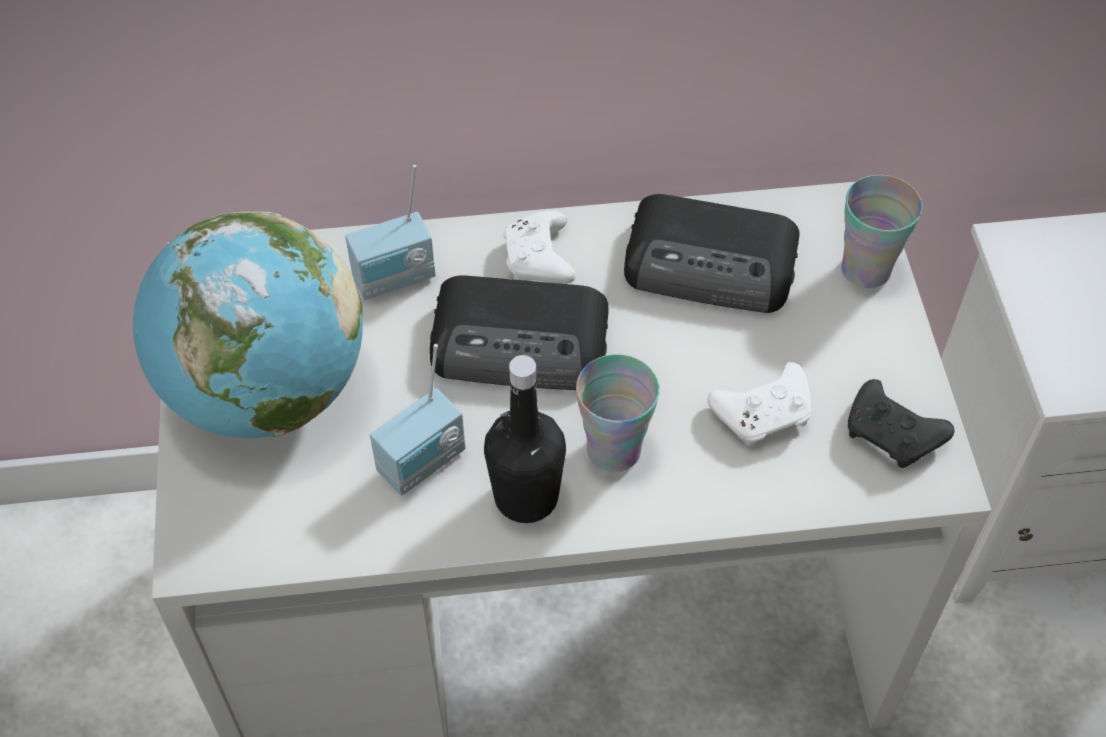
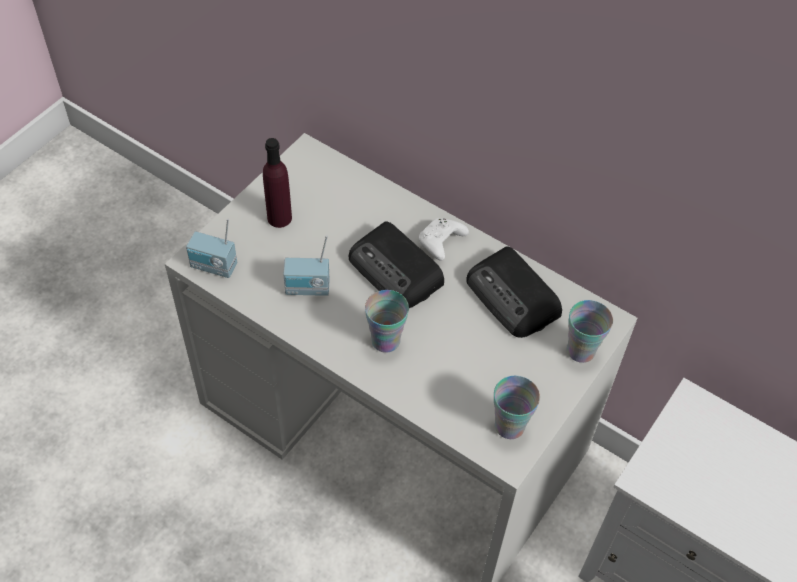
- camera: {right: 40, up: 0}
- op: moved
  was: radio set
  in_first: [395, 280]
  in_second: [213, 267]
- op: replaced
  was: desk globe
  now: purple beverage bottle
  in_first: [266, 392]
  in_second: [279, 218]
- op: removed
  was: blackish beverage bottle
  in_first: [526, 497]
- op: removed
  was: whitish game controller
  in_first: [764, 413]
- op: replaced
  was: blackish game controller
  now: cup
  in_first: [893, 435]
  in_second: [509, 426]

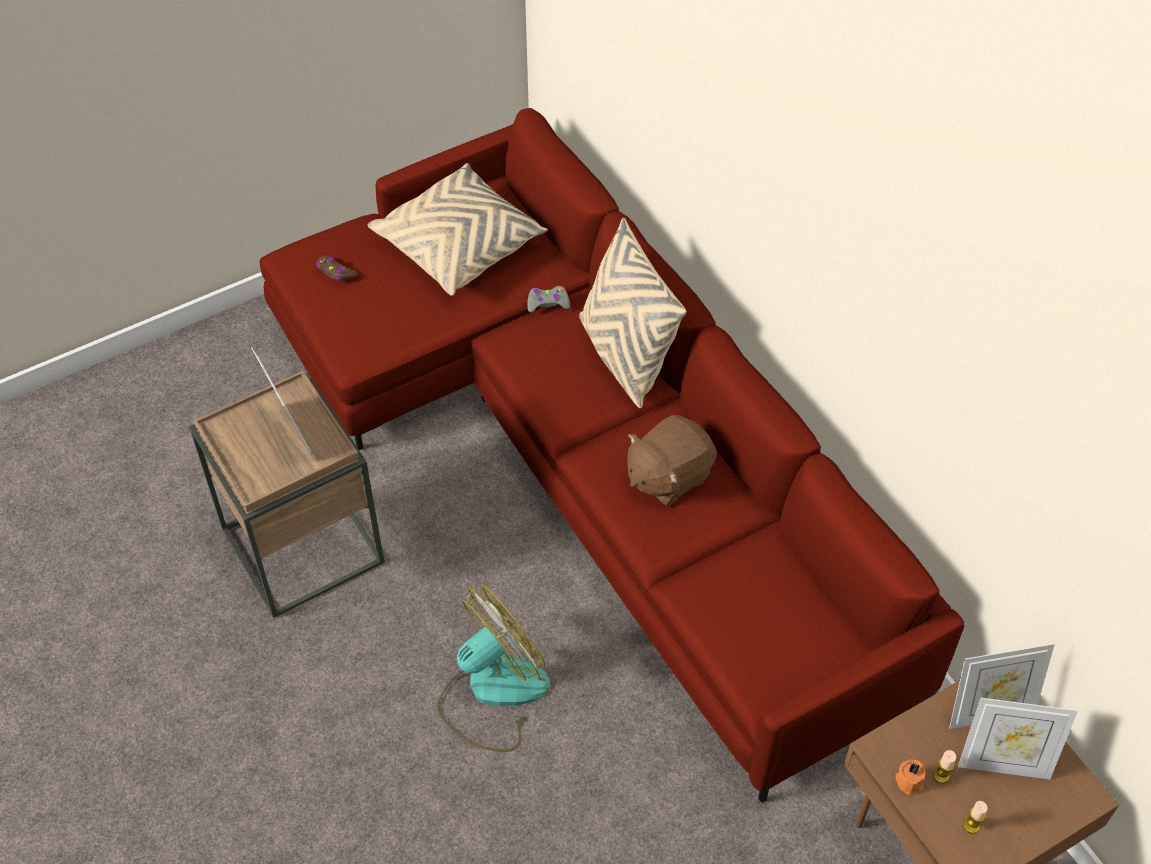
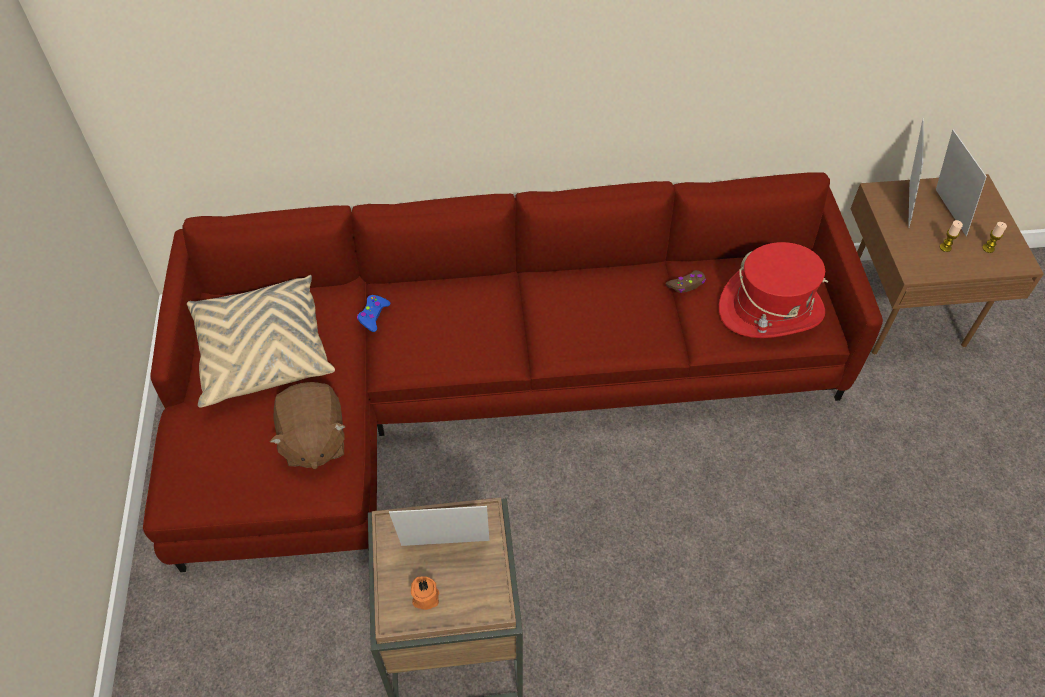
- camera: {right: -65, up: 0}
- op: removed
  was: sand-coloured cushion
  in_first: [625, 356]
- op: moved
  was: brownish game controller
  in_first: [336, 272]
  in_second: [686, 285]
- op: recoloured
  was: grey game controller
  now: blue game controller
  in_first: [547, 303]
  in_second: [373, 315]
- op: moved
  was: brownish cuddly toy
  in_first: [668, 475]
  in_second: [313, 440]
- op: removed
  was: electric fan
  in_first: [492, 692]
- op: turned
  was: photo frame
  in_first: [1003, 764]
  in_second: [944, 213]
  clockwise: -45
- op: moved
  was: orangey wax candle
  in_first: [909, 780]
  in_second: [425, 596]
- op: added
  now: reddish hat
  in_second: [770, 310]

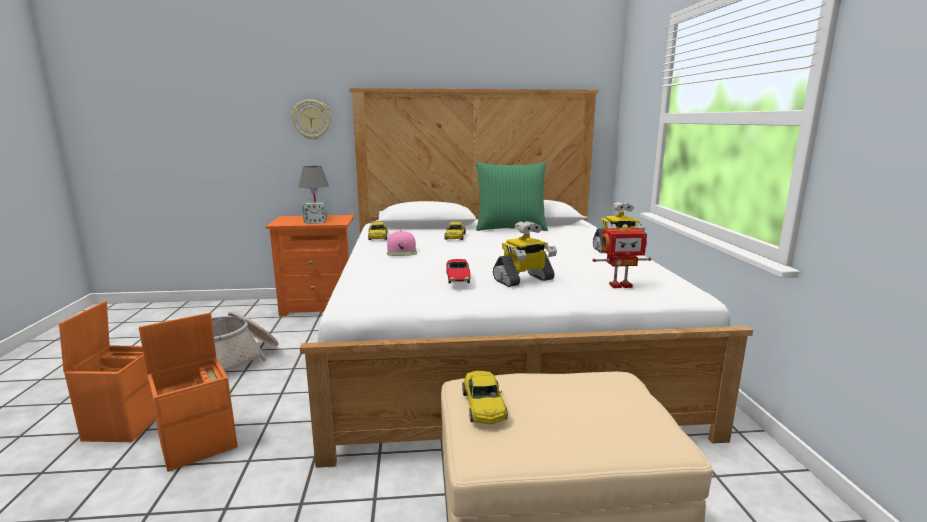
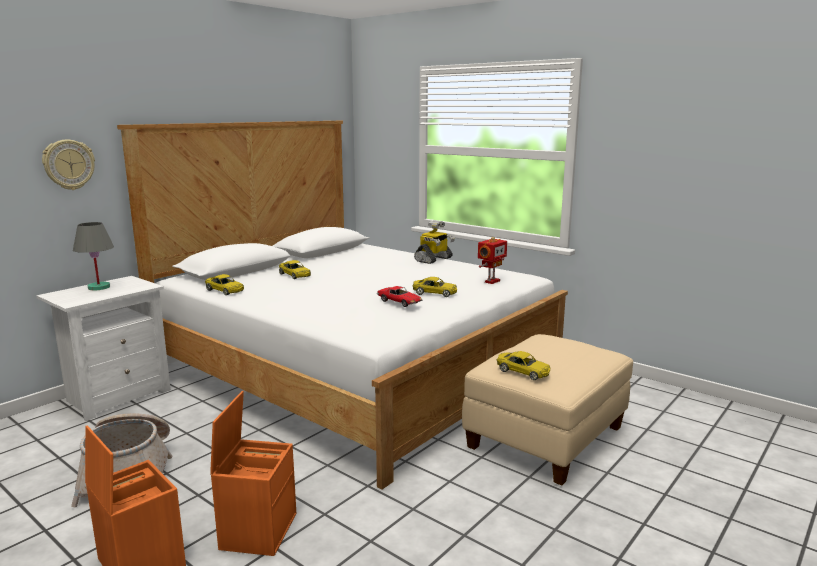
- camera: {right: -45, up: 0}
- op: removed
  was: green cushion
  in_first: [510, 228]
- op: removed
  was: bedside clock
  in_first: [315, 222]
- op: recoloured
  was: orangey bedside table
  now: whitish bedside table
  in_first: [320, 306]
  in_second: [116, 396]
- op: replaced
  was: robot figure
  now: yellow miniature car
  in_first: [523, 280]
  in_second: [434, 293]
- op: removed
  was: pink peaked cap
  in_first: [402, 251]

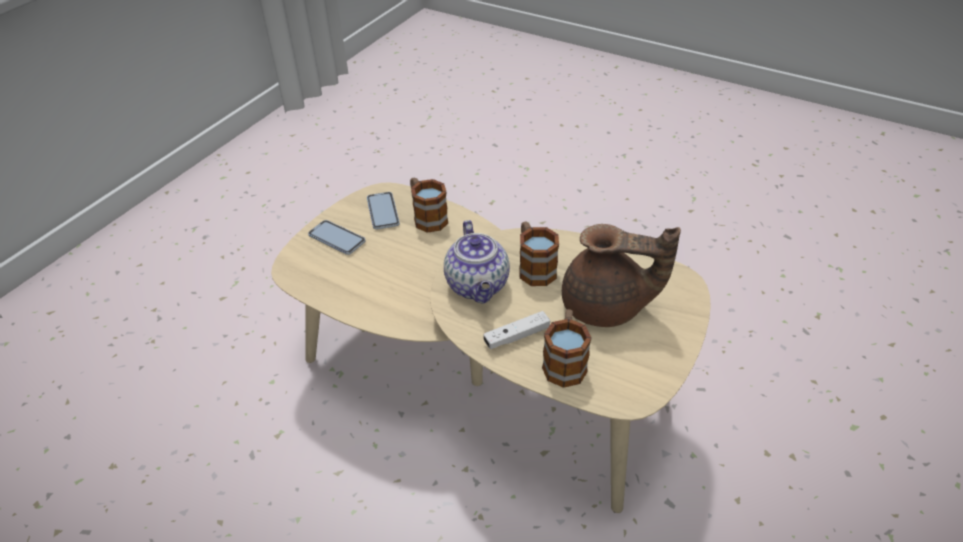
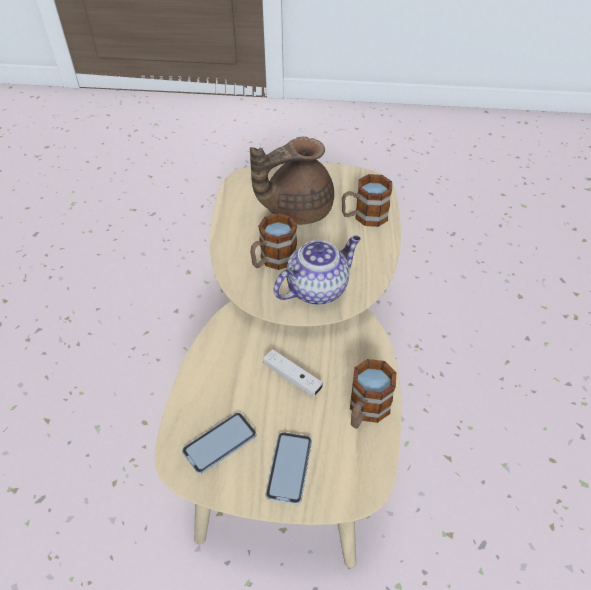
- camera: {right: -115, up: 5}
- op: moved
  was: coffee mug
  in_first: [427, 217]
  in_second: [366, 411]
- op: turned
  was: brownish teapot
  in_first: [606, 307]
  in_second: [296, 209]
  clockwise: -105
- op: moved
  was: whitish game controller
  in_first: [516, 336]
  in_second: [292, 377]

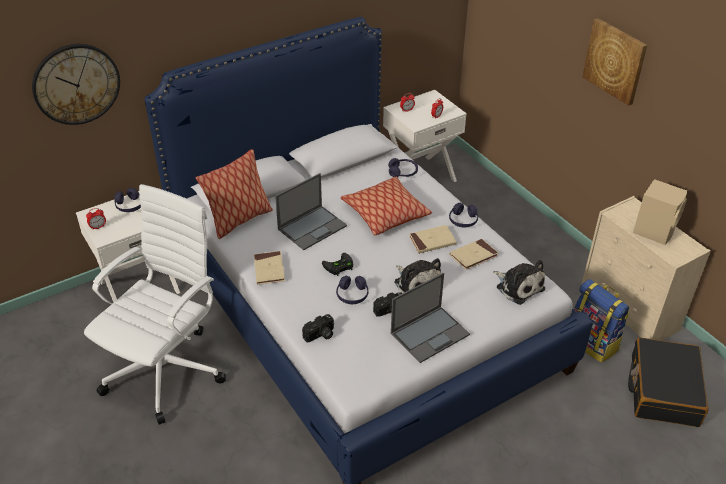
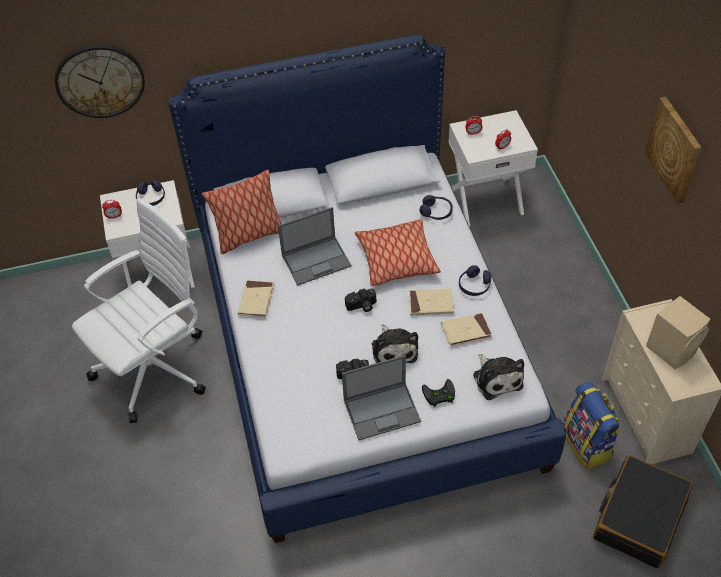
- camera: {right: 20, up: 10}
- op: moved
  was: blackish game controller
  in_first: [338, 266]
  in_second: [438, 395]
- op: removed
  was: purple headset
  in_first: [352, 295]
- op: moved
  was: photo camera
  in_first: [320, 335]
  in_second: [361, 306]

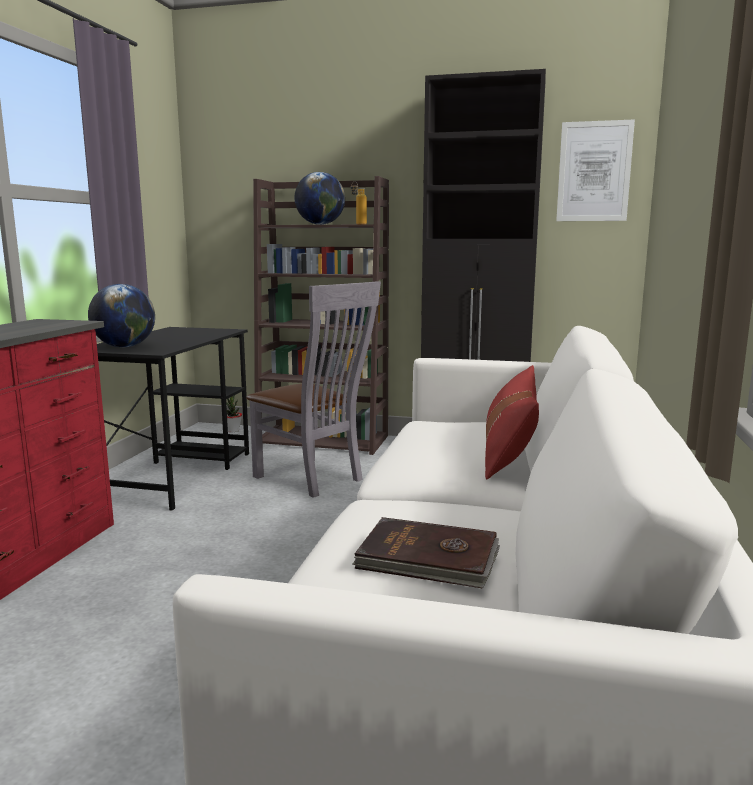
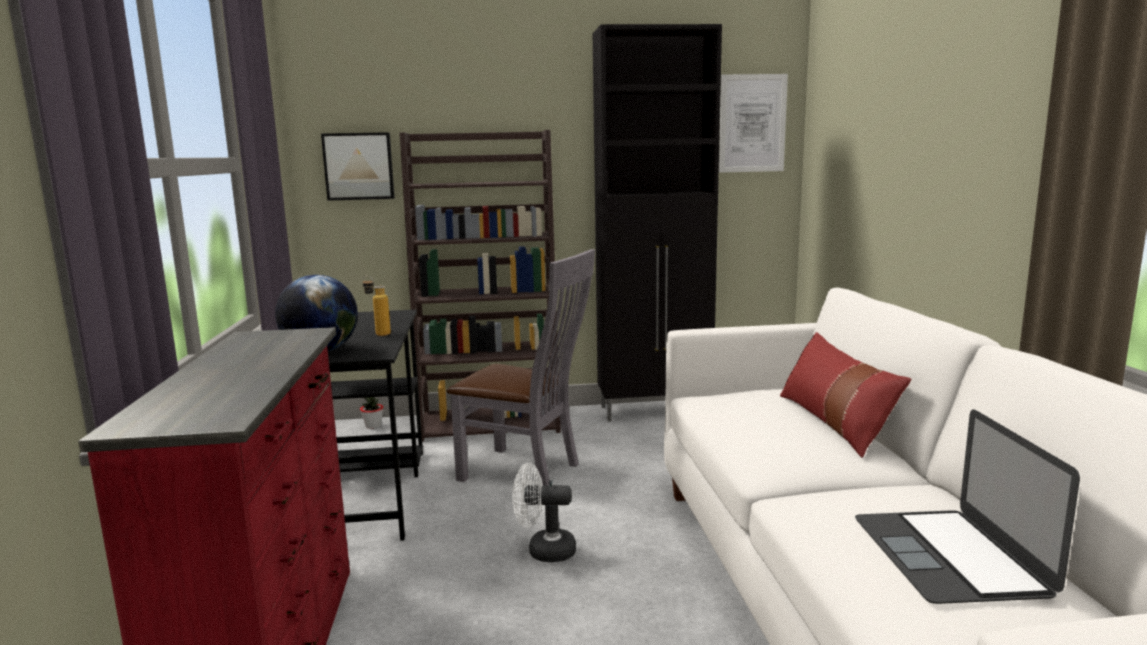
- camera: {right: -20, up: 0}
- op: removed
  was: desk globe
  in_first: [320, 224]
- op: moved
  was: beverage bottle
  in_first: [358, 224]
  in_second: [378, 334]
- op: replaced
  was: brownish bound book
  now: notebook computer
  in_first: [428, 559]
  in_second: [949, 555]
- op: added
  now: wall picture
  in_second: [359, 166]
- op: added
  now: whitish electric fan
  in_second: [544, 551]

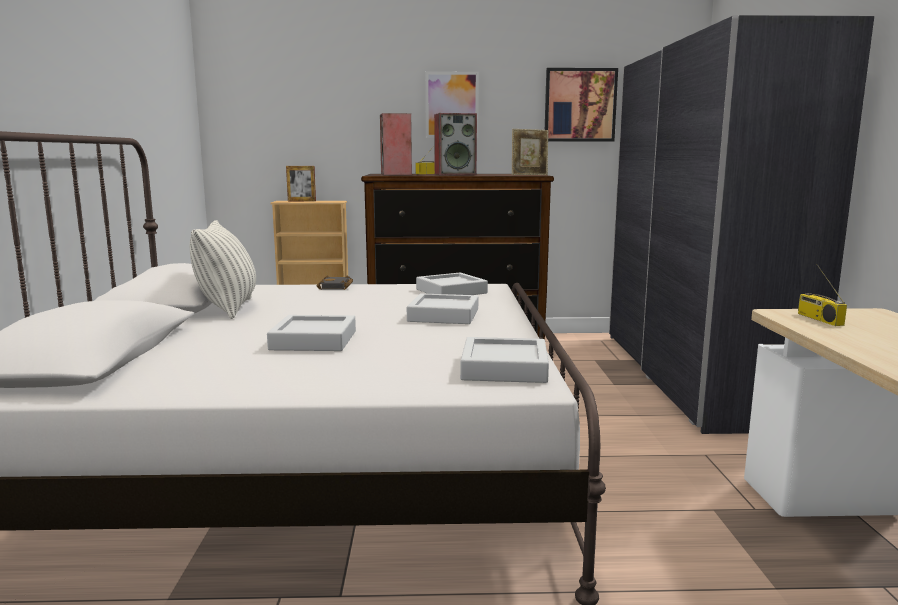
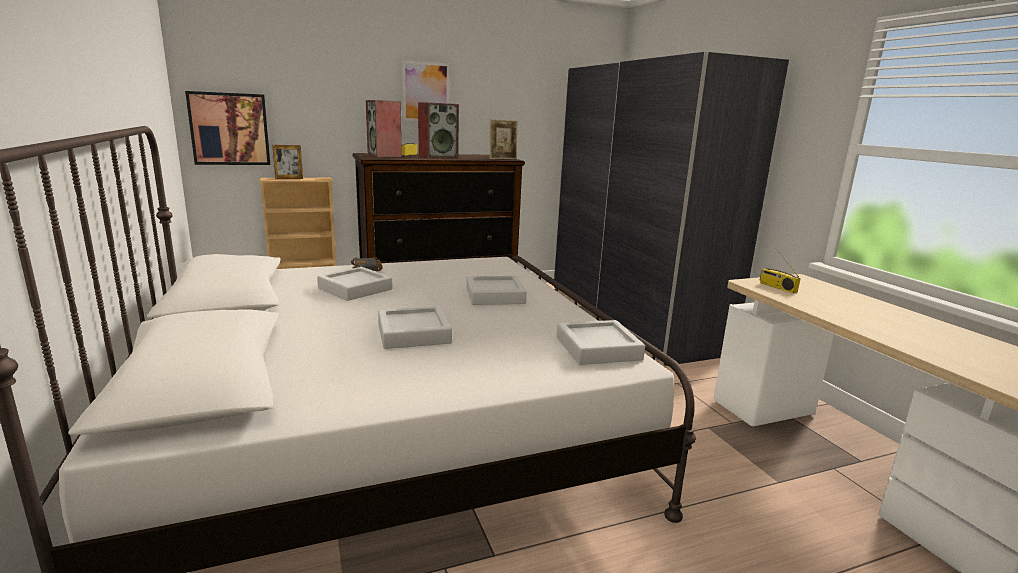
- camera: {right: -20, up: 5}
- op: moved
  was: wall picture
  in_first: [580, 105]
  in_second: [230, 129]
- op: removed
  was: cushion
  in_first: [228, 308]
- op: moved
  was: grey carrying tray
  in_first: [451, 291]
  in_second: [355, 289]

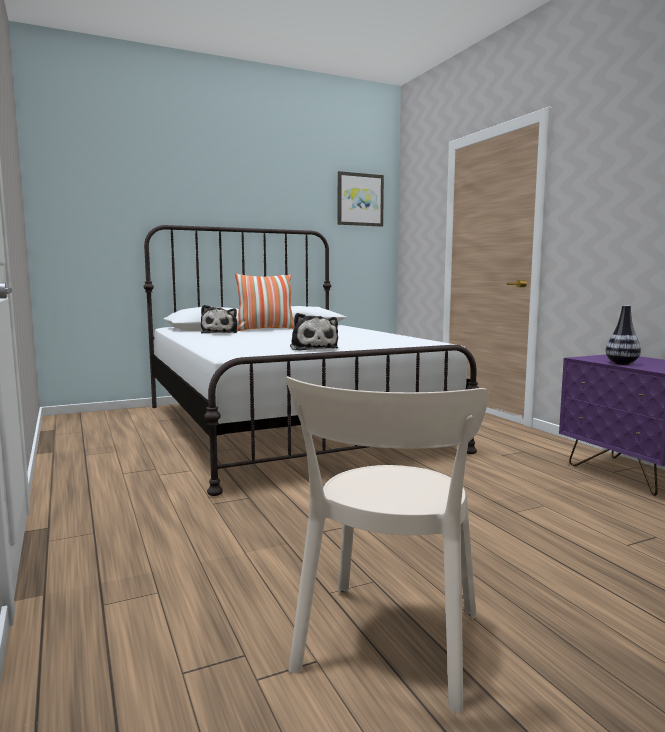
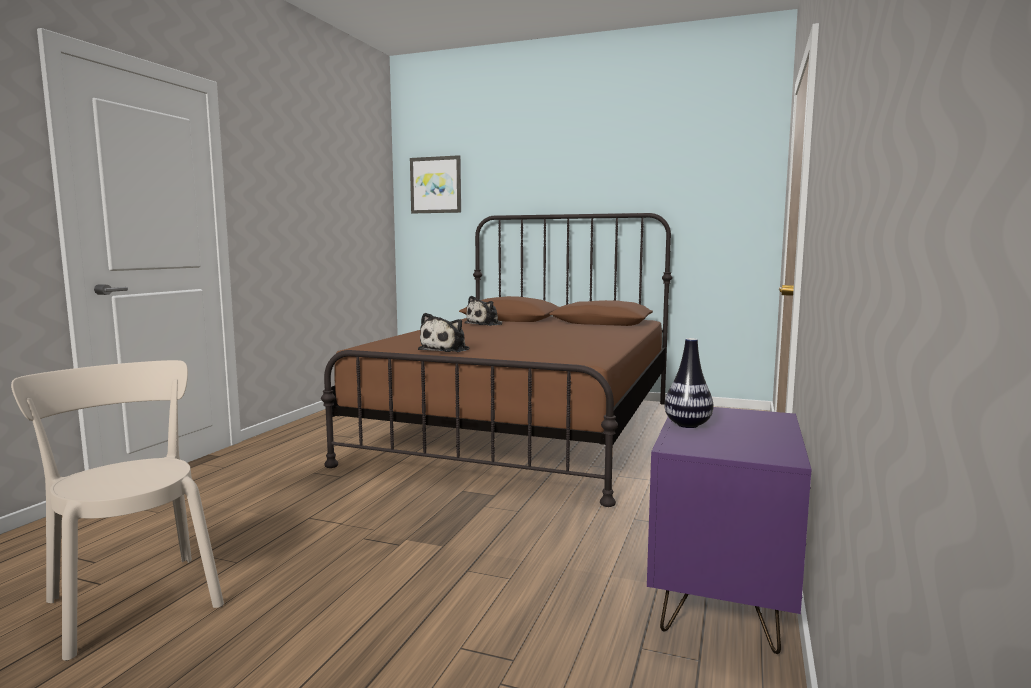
- camera: {right: 45, up: 0}
- op: moved
  was: wall picture
  in_first: [360, 199]
  in_second: [436, 185]
- op: recoloured
  was: whitish bedroom bed
  now: brownish bedroom bed
  in_first: [288, 427]
  in_second: [524, 430]
- op: removed
  was: cushion
  in_first: [265, 329]
- op: turned
  was: sand-coloured plain chair
  in_first: [387, 647]
  in_second: [133, 599]
  clockwise: 75

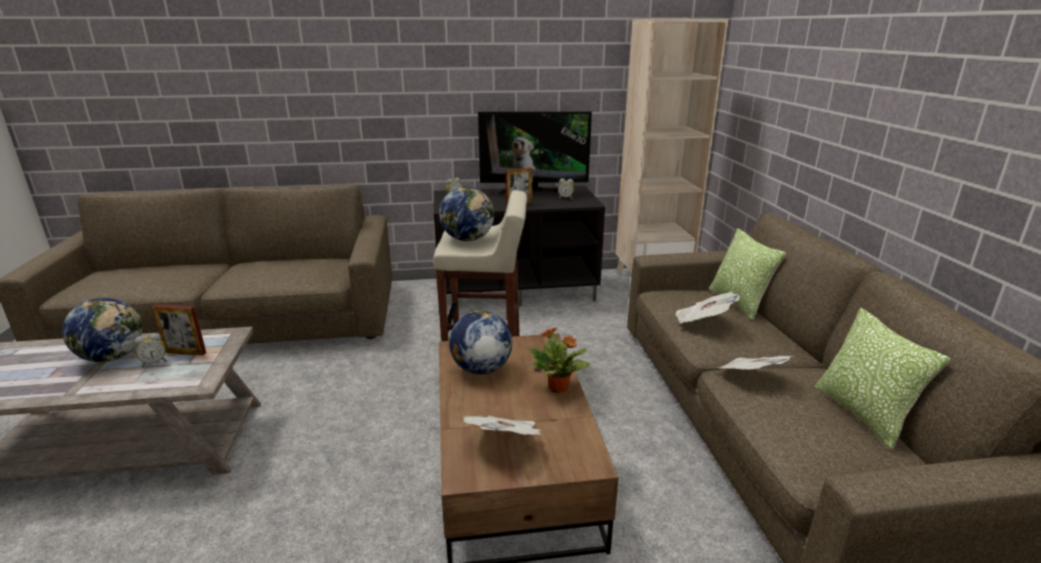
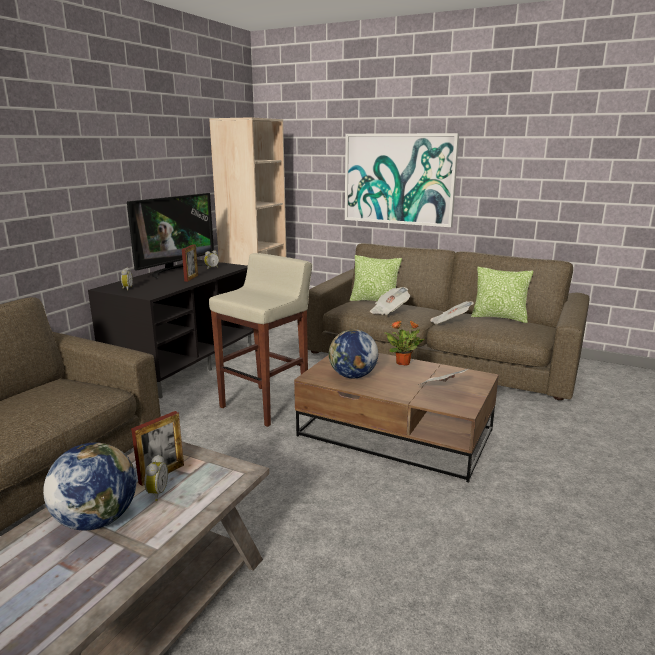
- camera: {right: -55, up: -5}
- op: removed
  was: desk globe
  in_first: [468, 239]
- op: added
  now: wall picture
  in_second: [399, 179]

